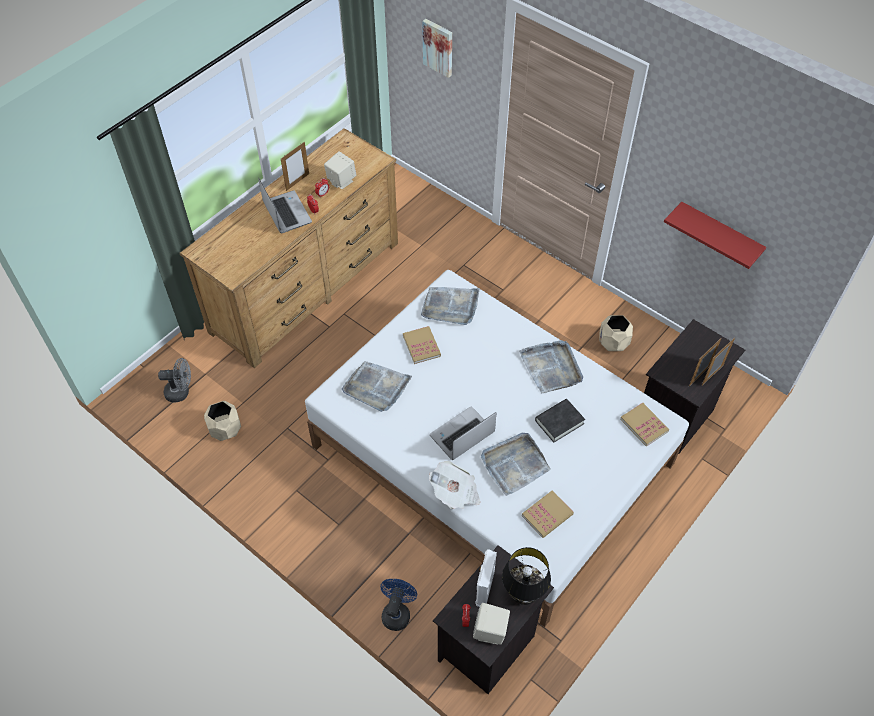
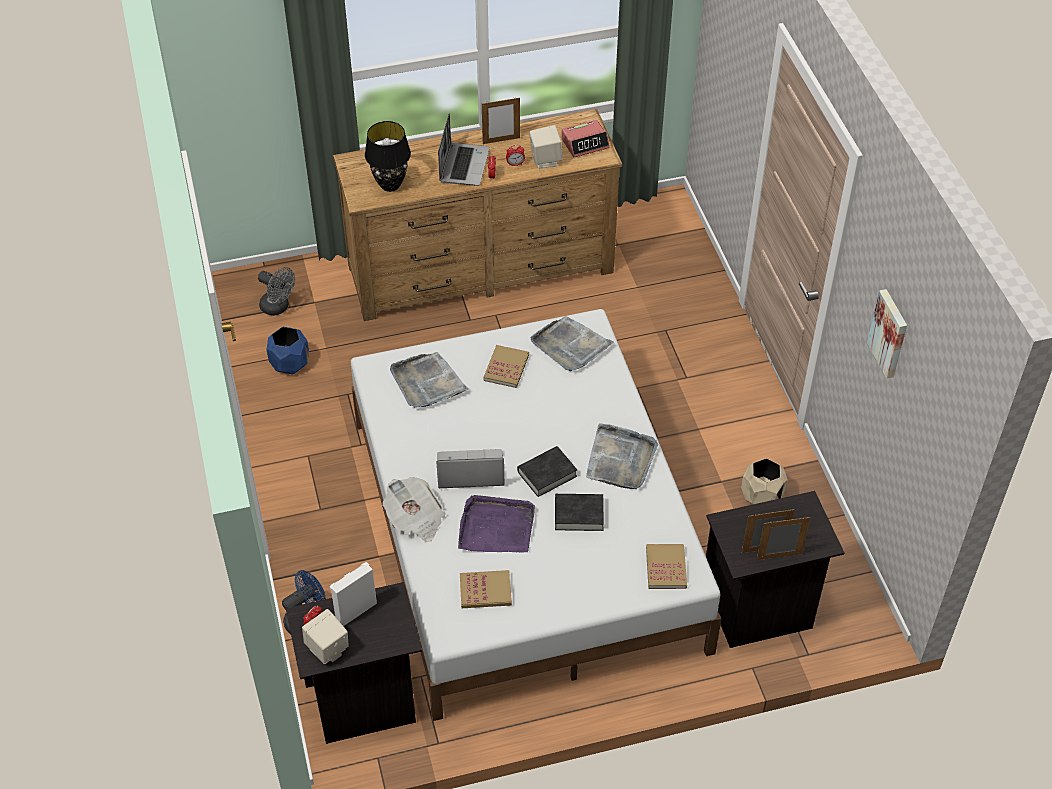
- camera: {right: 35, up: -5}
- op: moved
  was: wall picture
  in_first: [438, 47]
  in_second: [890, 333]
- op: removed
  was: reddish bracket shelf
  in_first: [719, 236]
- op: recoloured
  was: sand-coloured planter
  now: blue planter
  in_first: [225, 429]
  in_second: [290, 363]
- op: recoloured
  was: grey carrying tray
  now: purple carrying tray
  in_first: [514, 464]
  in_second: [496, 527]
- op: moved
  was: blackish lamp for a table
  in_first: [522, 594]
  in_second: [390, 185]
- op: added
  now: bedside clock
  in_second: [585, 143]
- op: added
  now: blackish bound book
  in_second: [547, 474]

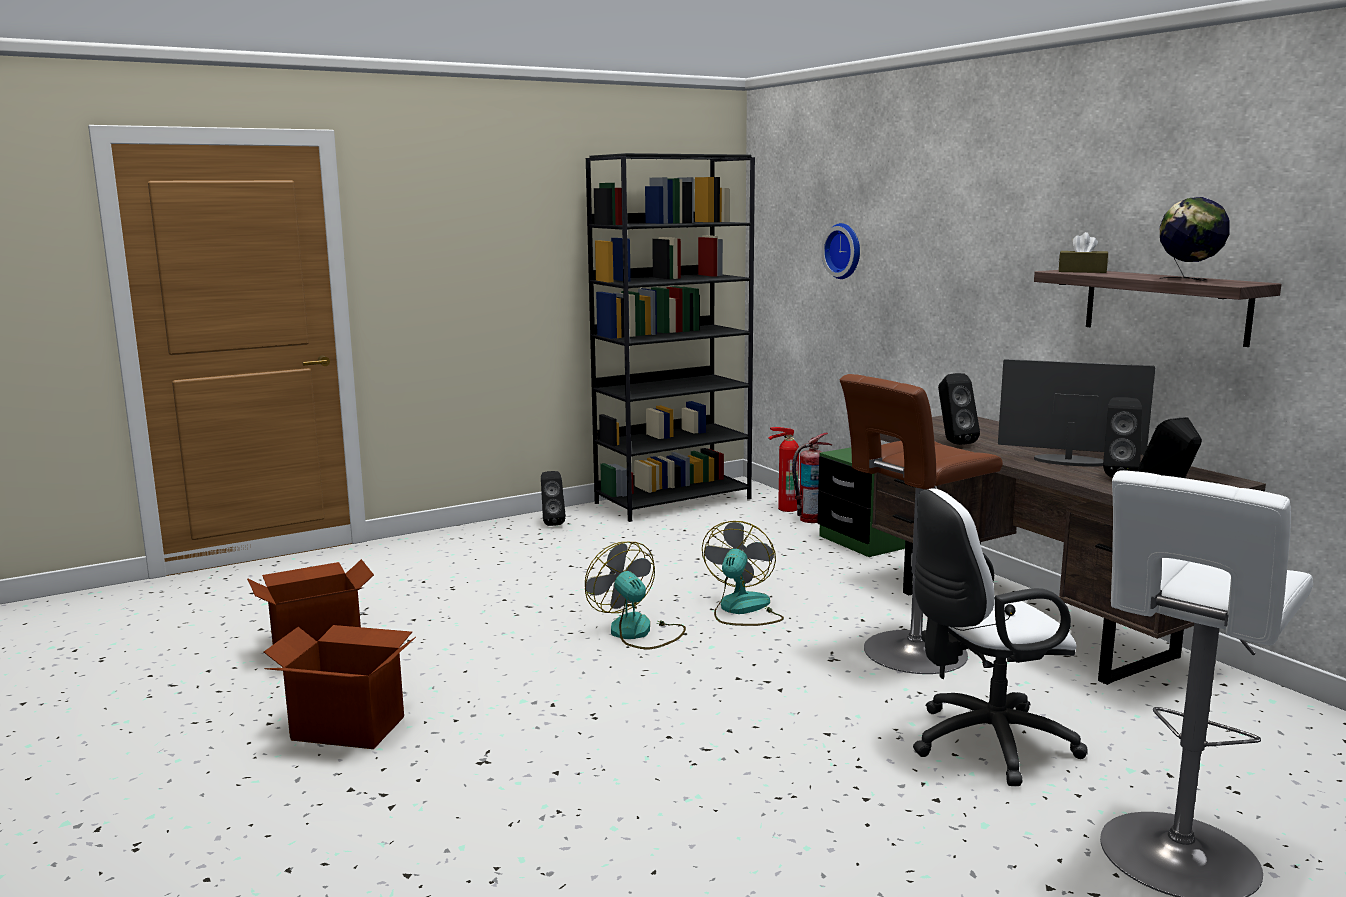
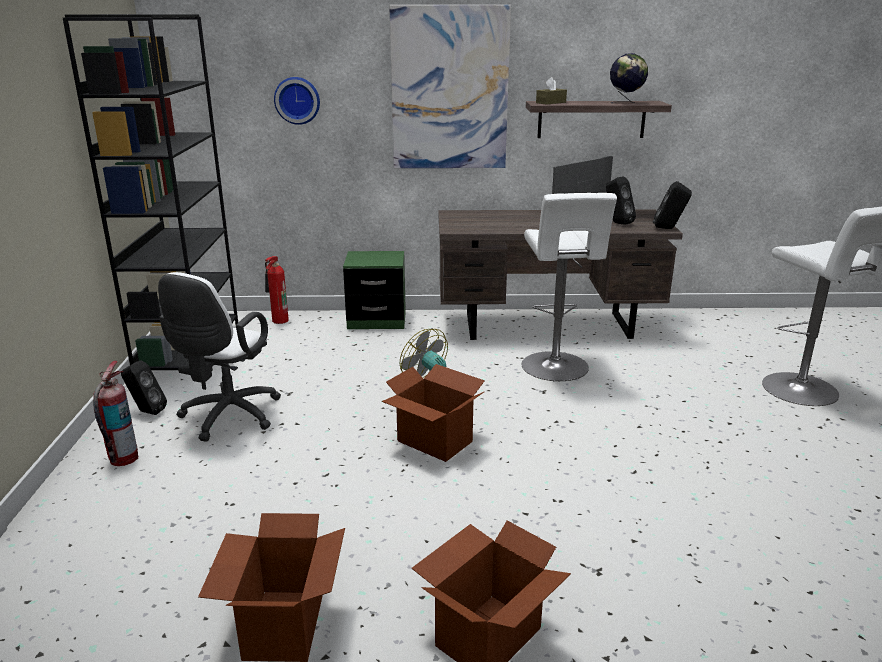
- camera: {right: -60, up: 10}
- op: removed
  was: blackish audio speaker
  in_first: [953, 442]
- op: recoloured
  was: brownish sitting stool
  now: whitish sitting stool
  in_first: [909, 653]
  in_second: [556, 368]
- op: moved
  was: fire-fighting cylinder
  in_first: [810, 519]
  in_second: [123, 459]
- op: moved
  was: whitish office chair
  in_first: [983, 744]
  in_second: [227, 417]
- op: replaced
  was: electric fan
  now: cardboard box
  in_first: [638, 632]
  in_second: [434, 442]
- op: added
  now: wall picture
  in_second: [449, 89]

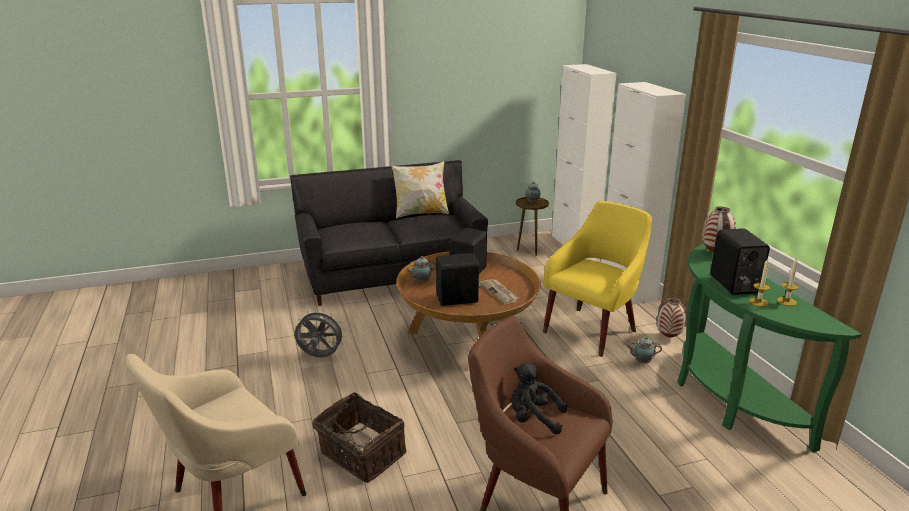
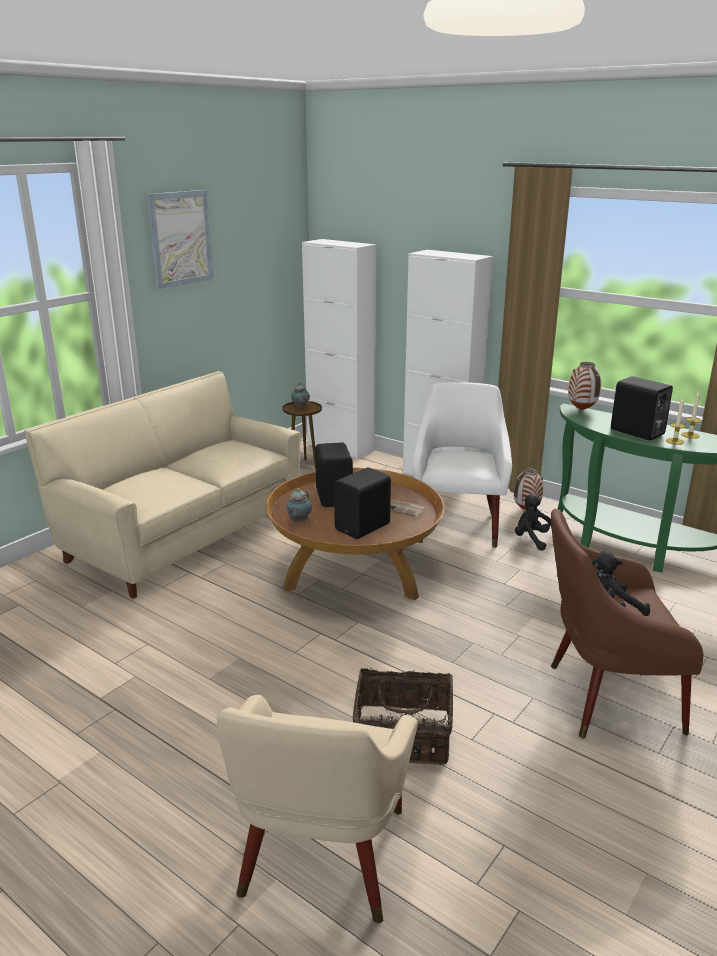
- camera: {right: -35, up: 0}
- op: recoloured
  was: blackish couch
  now: sand-coloured couch
  in_first: [392, 277]
  in_second: [185, 536]
- op: removed
  was: cushion
  in_first: [421, 213]
- op: recoloured
  was: yellow easy chair
  now: whitish easy chair
  in_first: [593, 329]
  in_second: [458, 524]
- op: removed
  was: grey electric fan
  in_first: [320, 357]
- op: replaced
  was: teapot
  now: blackish cuddly toy
  in_first: [642, 362]
  in_second: [533, 540]
- op: added
  now: wall picture
  in_second: [180, 238]

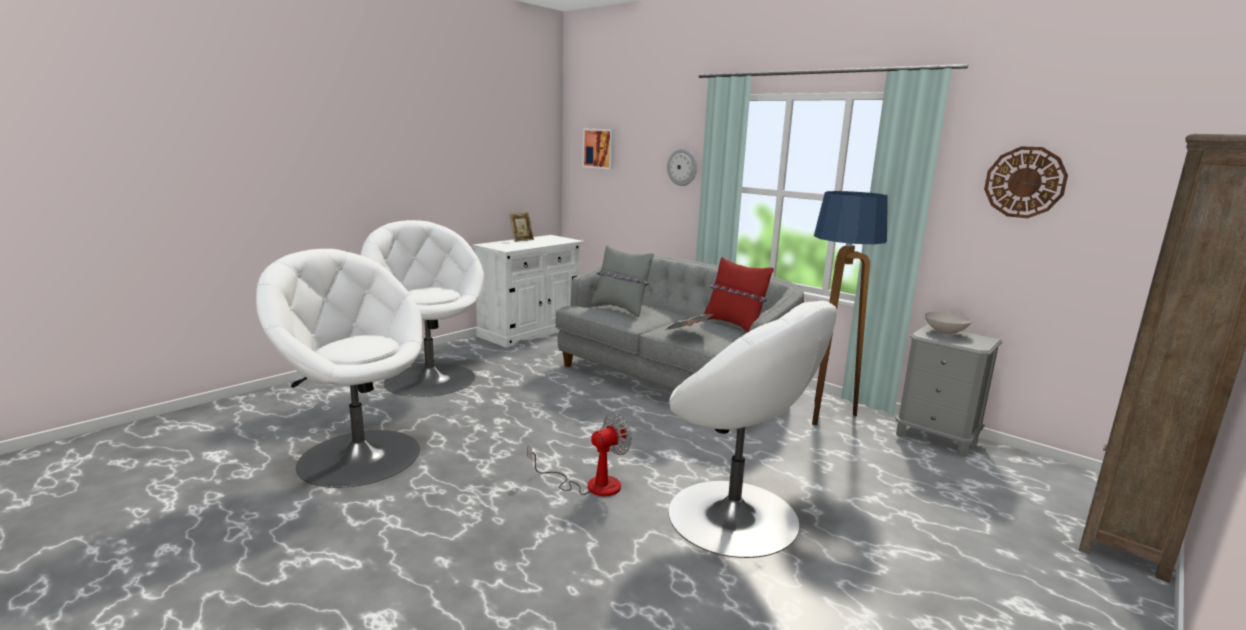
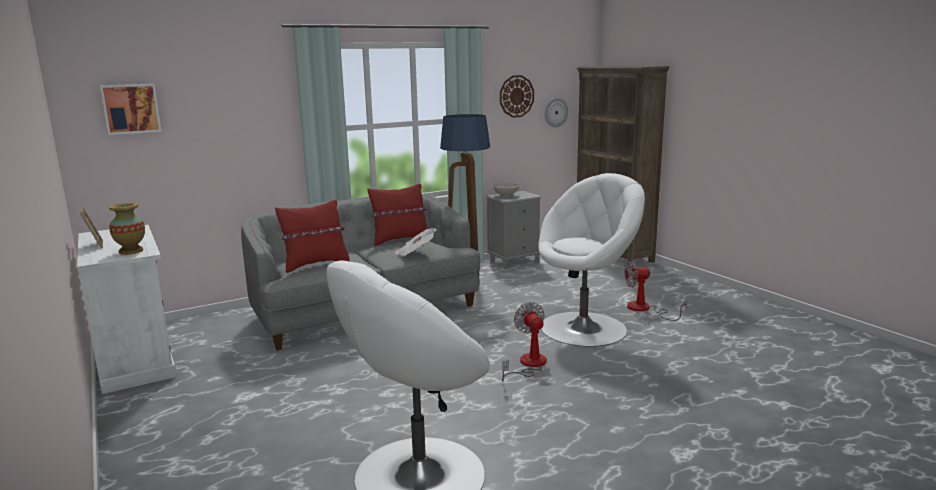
- camera: {right: -70, up: 0}
- op: moved
  was: hanging clock
  in_first: [682, 167]
  in_second: [555, 112]
- op: removed
  was: whitish easy chair
  in_first: [430, 379]
- op: recoloured
  was: grey cushion
  now: reddish cushion
  in_first: [620, 309]
  in_second: [315, 264]
- op: added
  now: flower vase
  in_second: [131, 251]
- op: added
  now: electric fan
  in_second: [645, 309]

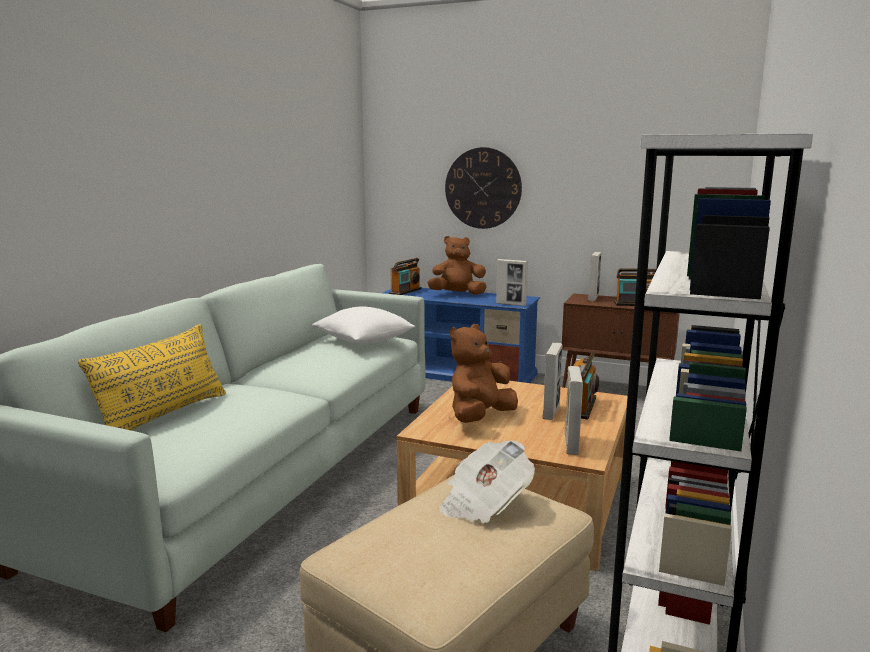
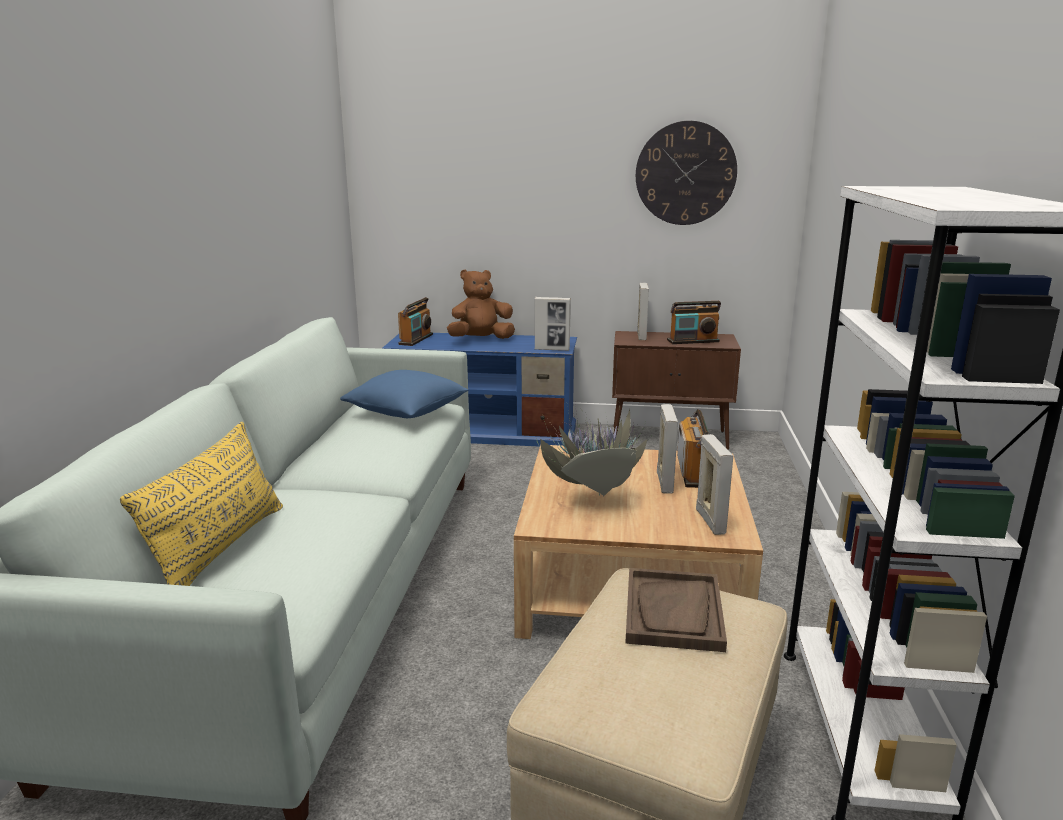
- camera: {right: -15, up: 5}
- op: moved
  was: hanging clock
  in_first: [483, 188]
  in_second: [685, 173]
- op: recoloured
  was: whitish cushion
  now: blue cushion
  in_first: [364, 341]
  in_second: [407, 413]
- op: replaced
  was: brownish cuddly toy
  now: potted plant
  in_first: [480, 417]
  in_second: [593, 499]
- op: replaced
  was: printed paper
  now: brownish carrying tray
  in_first: [484, 503]
  in_second: [673, 612]

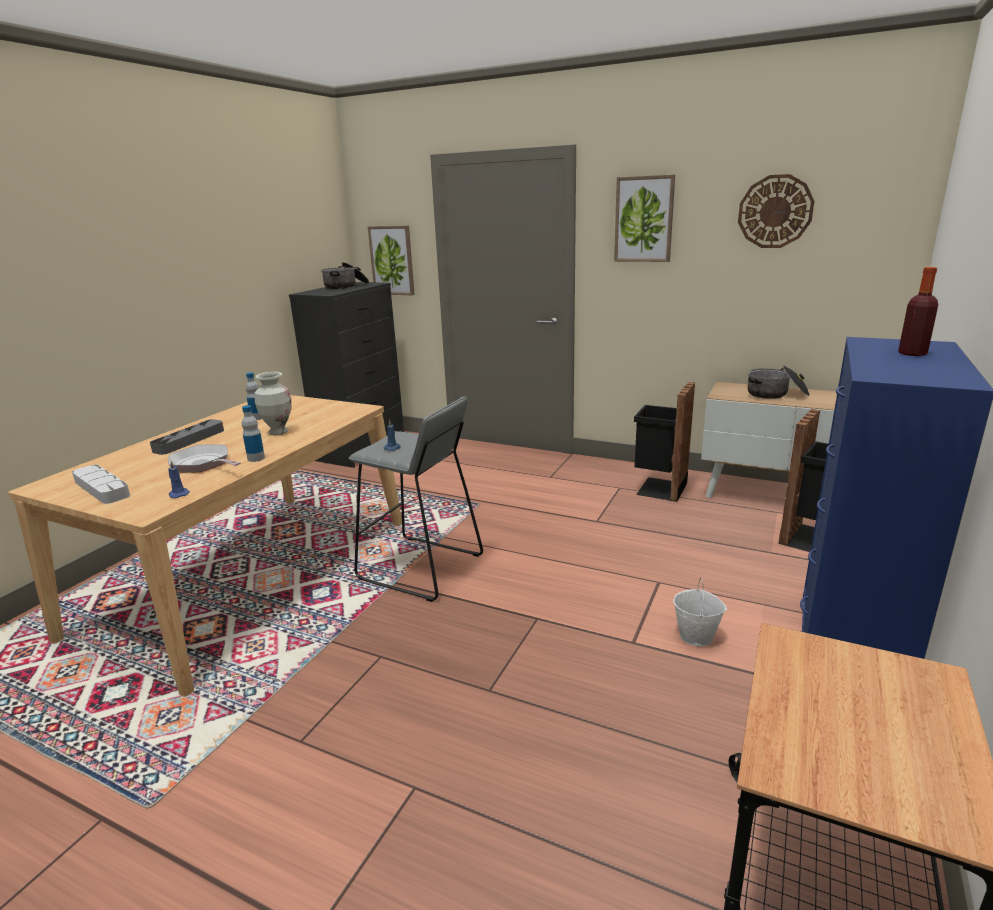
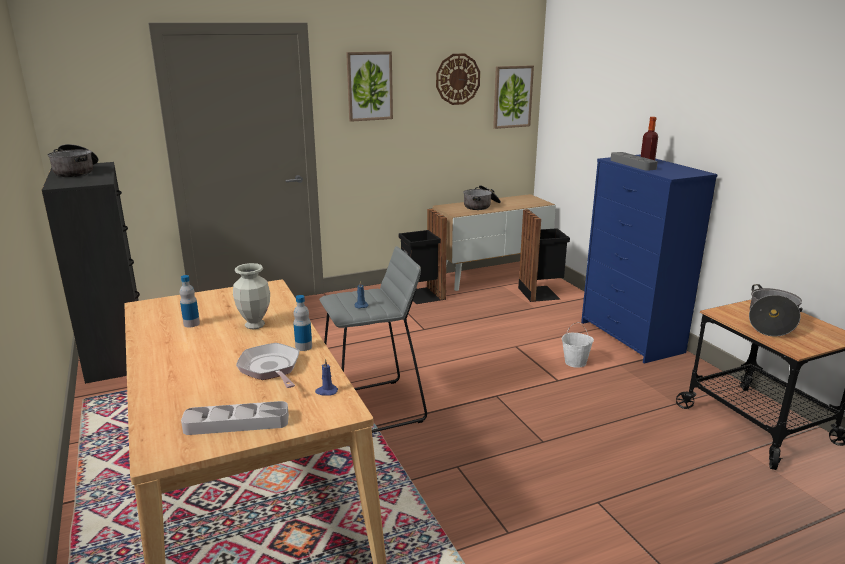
- camera: {right: -50, up: 0}
- op: moved
  was: wall picture
  in_first: [392, 260]
  in_second: [512, 97]
- op: moved
  was: grey carrying tray
  in_first: [189, 440]
  in_second: [632, 164]
- op: turned
  was: frying pan
  in_first: [203, 464]
  in_second: [271, 369]
  clockwise: 75
- op: added
  now: saucepot
  in_second: [771, 322]

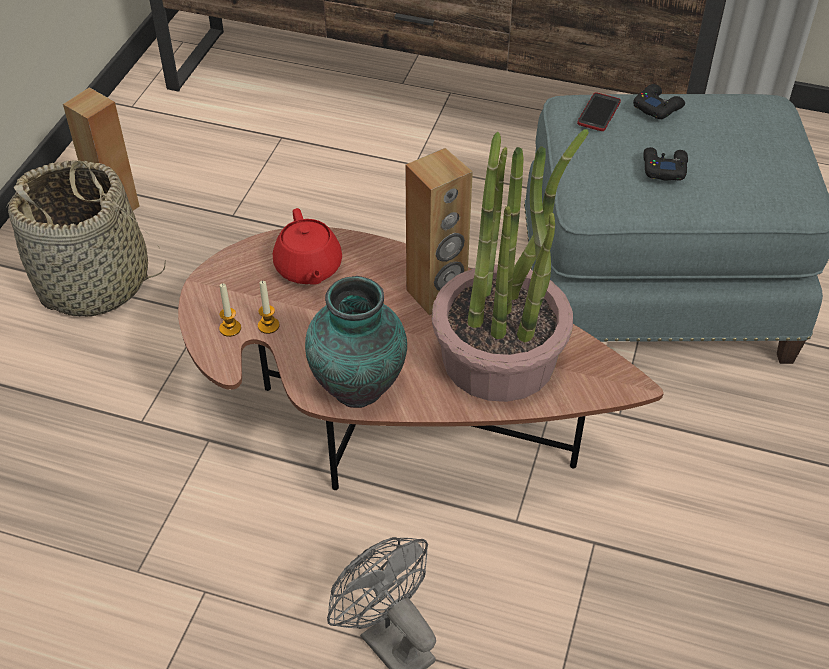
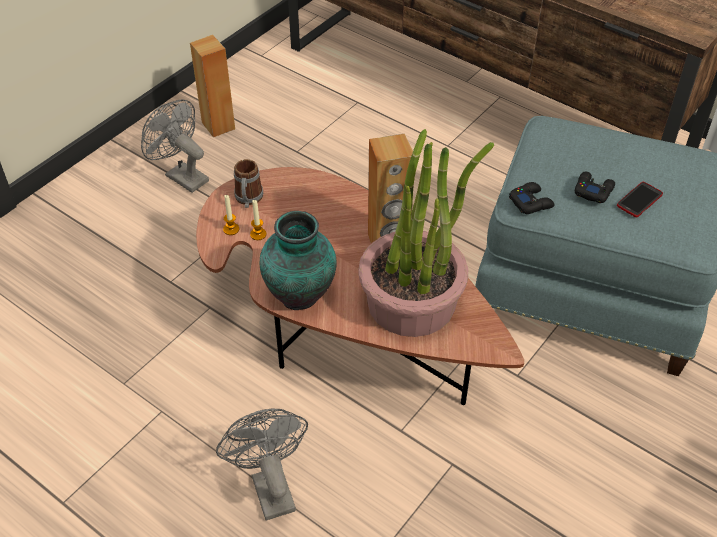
- camera: {right: 20, up: 0}
- op: moved
  was: blackish game controller
  in_first: [657, 107]
  in_second: [531, 202]
- op: moved
  was: telephone
  in_first: [598, 113]
  in_second: [639, 200]
- op: replaced
  was: basket
  now: grey electric fan
  in_first: [94, 282]
  in_second: [181, 176]
- op: removed
  was: reddish teapot
  in_first: [308, 268]
- op: added
  now: coffee mug
  in_second: [248, 200]

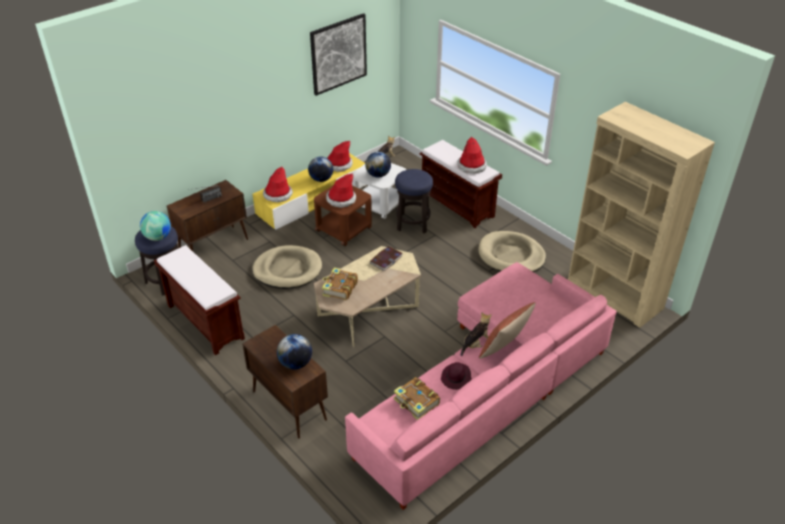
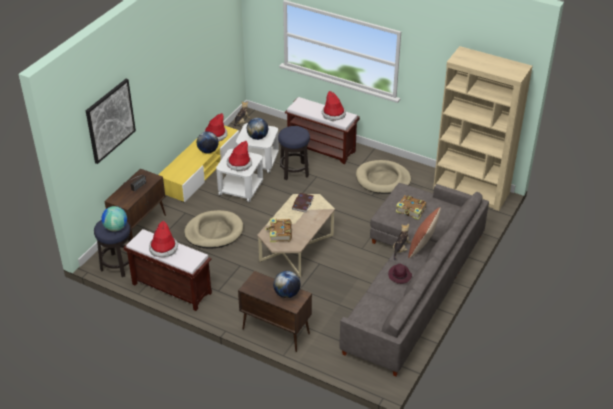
- camera: {right: -20, up: 0}
- op: moved
  was: wall picture
  in_first: [338, 54]
  in_second: [110, 120]
- op: moved
  was: hat
  in_first: [278, 195]
  in_second: [163, 248]
- op: recoloured
  was: brownish side table
  now: whitish side table
  in_first: [344, 228]
  in_second: [240, 188]
- op: recoloured
  was: pink couch
  now: grey couch
  in_first: [488, 387]
  in_second: [413, 279]
- op: moved
  was: bound book
  in_first: [416, 403]
  in_second: [411, 211]

